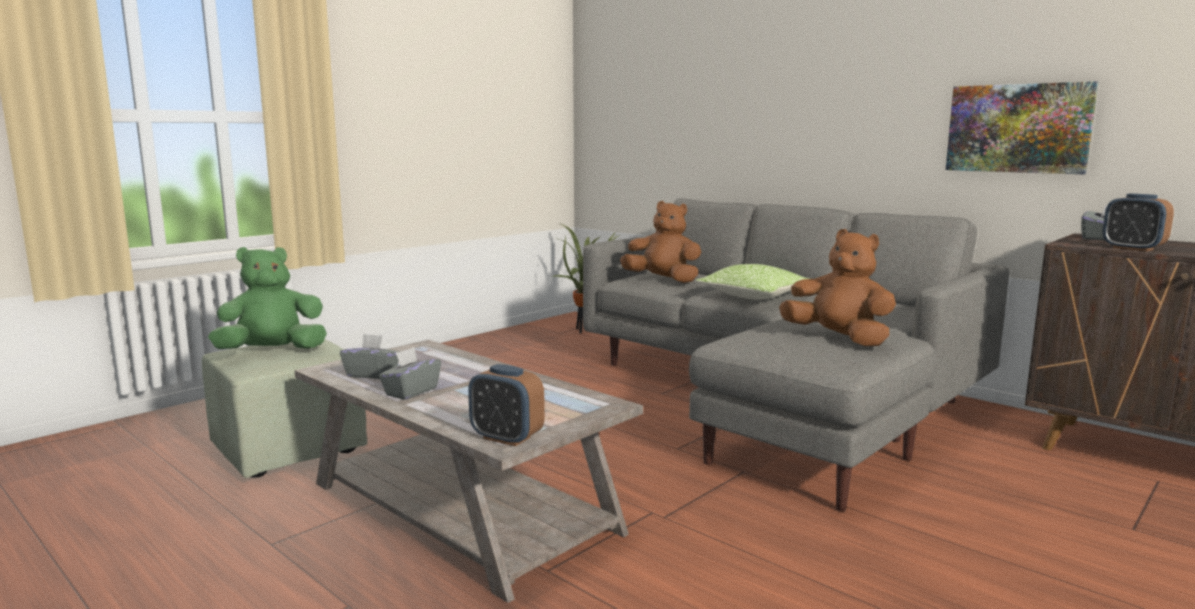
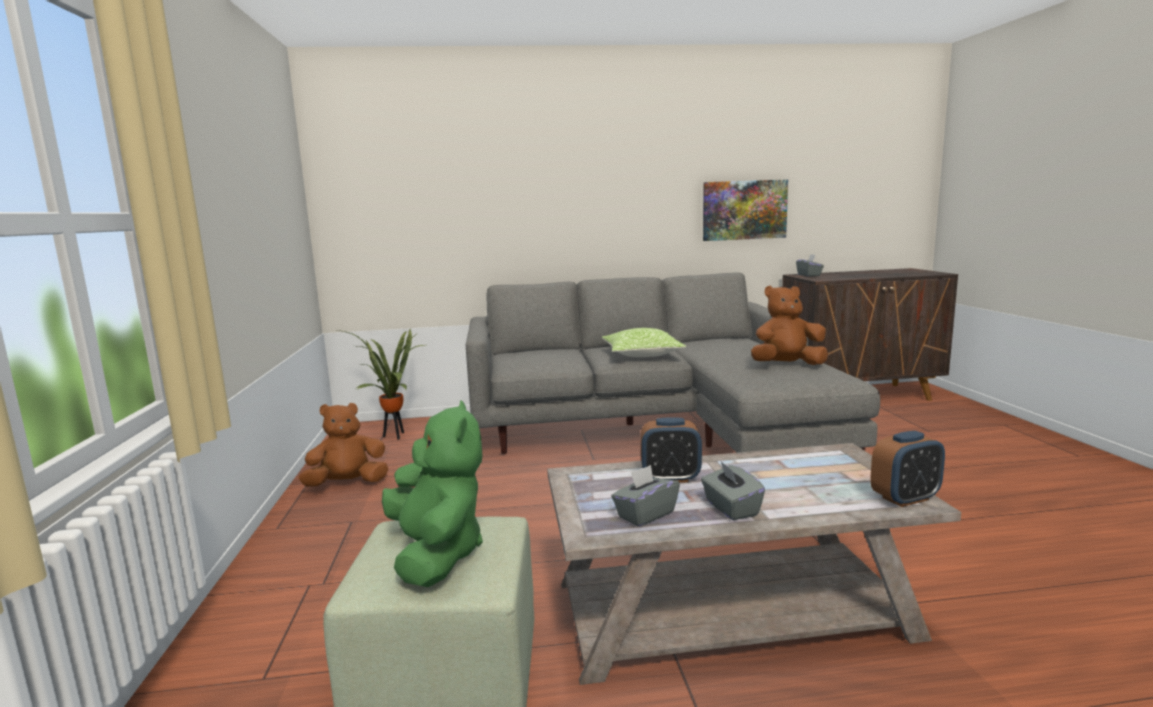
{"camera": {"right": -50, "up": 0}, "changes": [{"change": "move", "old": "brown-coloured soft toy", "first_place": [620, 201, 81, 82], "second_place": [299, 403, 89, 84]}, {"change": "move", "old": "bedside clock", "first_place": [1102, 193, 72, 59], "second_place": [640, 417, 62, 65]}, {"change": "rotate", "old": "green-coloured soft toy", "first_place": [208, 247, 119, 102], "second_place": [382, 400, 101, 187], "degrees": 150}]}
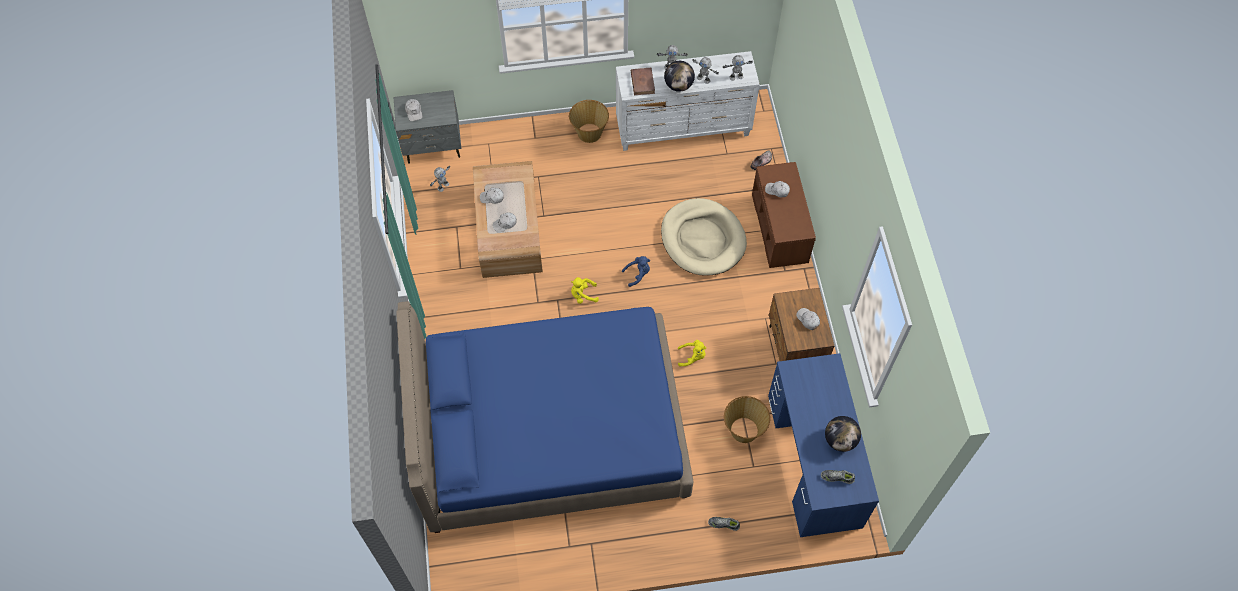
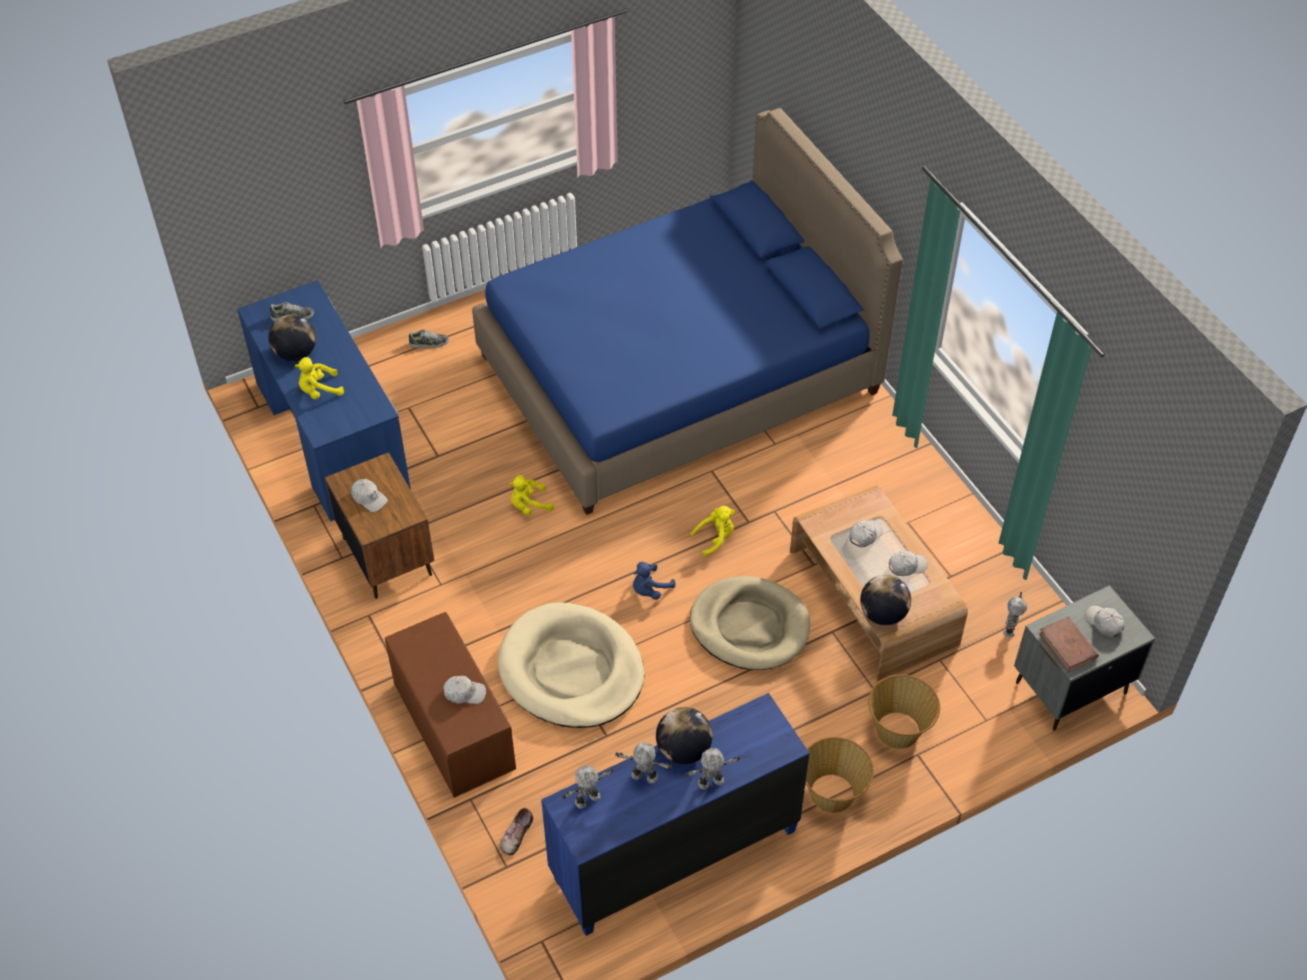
{"camera": {"right": 160, "up": -10}, "changes": [{"change": "insert", "new": "yellow-coloured soft toy", "second_place": [295, 357, 49, 42]}, {"change": "insert", "new": "beige dog bed", "second_place": [690, 576, 120, 94]}, {"change": "insert", "new": "world globe", "second_place": [860, 575, 51, 50]}, {"change": "move", "old": "brown-coloured volume", "first_place": [631, 68, 24, 27], "second_place": [1038, 616, 61, 56]}, {"change": "move", "old": "storage basket", "first_place": [724, 396, 46, 47], "second_place": [868, 674, 72, 75]}, {"change": "recolor", "old": "white dresser", "new": "blue dresser", "first_place": [616, 51, 144, 100], "second_place": [541, 693, 269, 243]}]}
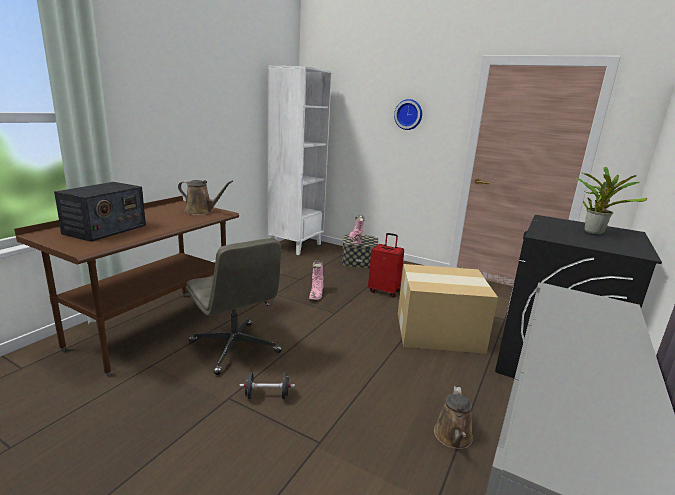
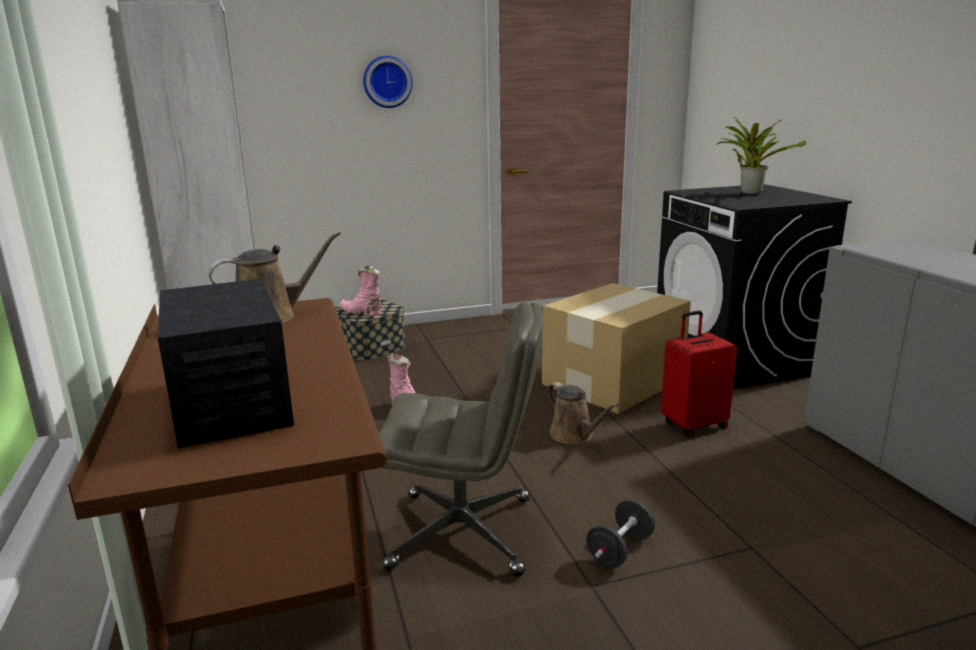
{"camera": {"right": -45, "up": 0}, "changes": [{"change": "move", "old": "red-coloured piece of luggage", "first_place": [368, 233, 36, 65], "second_place": [661, 310, 76, 127]}, {"change": "move", "old": "brown-coloured watering pot", "first_place": [434, 386, 39, 63], "second_place": [548, 382, 70, 62]}]}
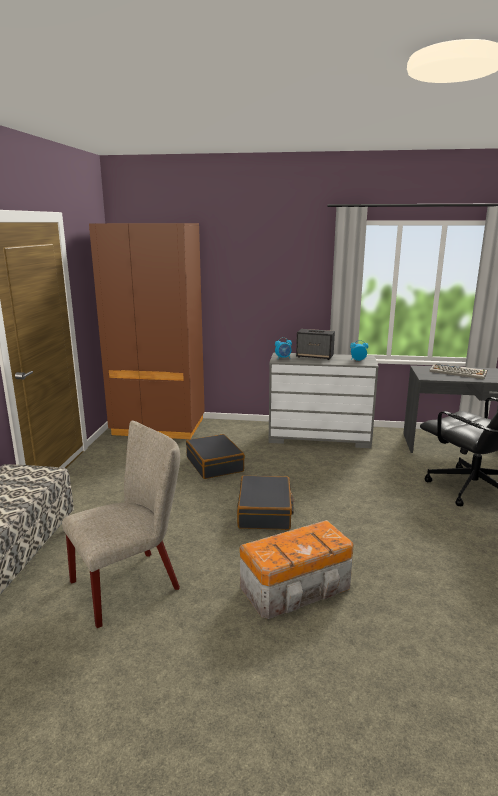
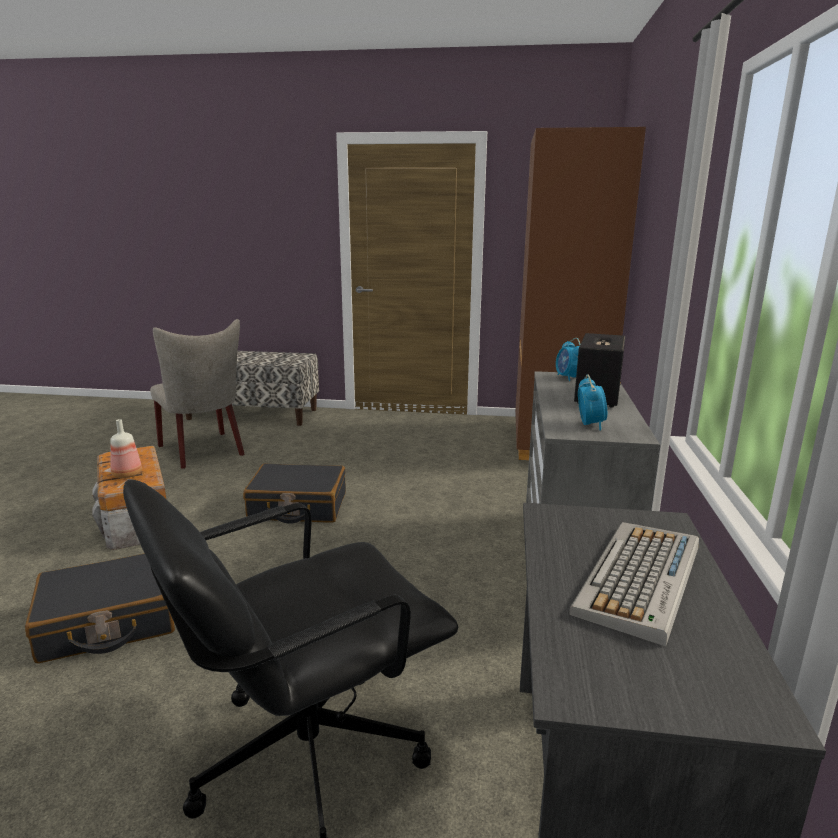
{"camera": {"right": 90, "up": 0}, "changes": [{"change": "insert", "new": "beverage bottle", "second_place": [110, 419, 32, 59]}, {"change": "move", "old": "blackish piece of luggage", "first_place": [186, 434, 59, 45], "second_place": [25, 553, 150, 110]}]}
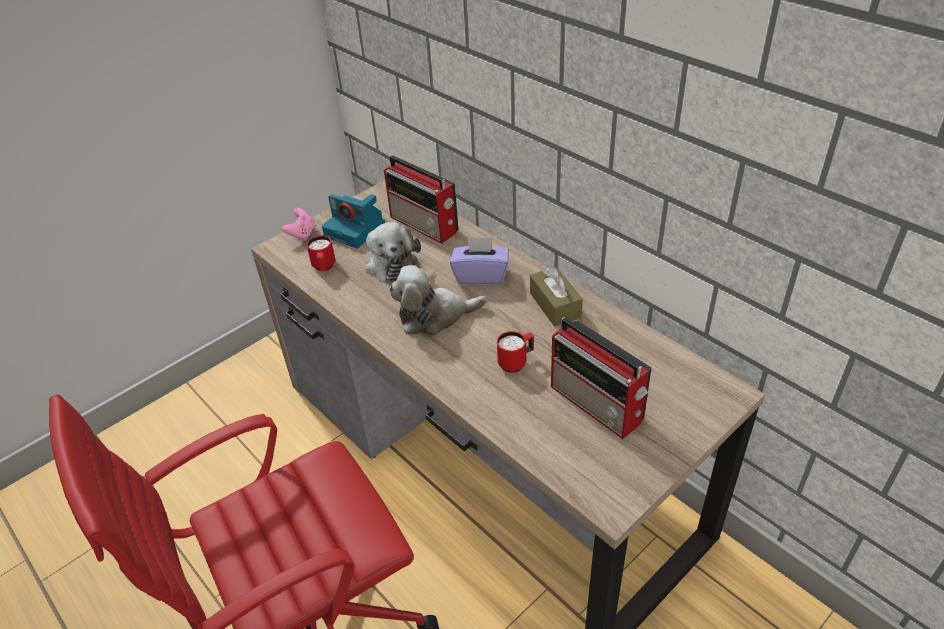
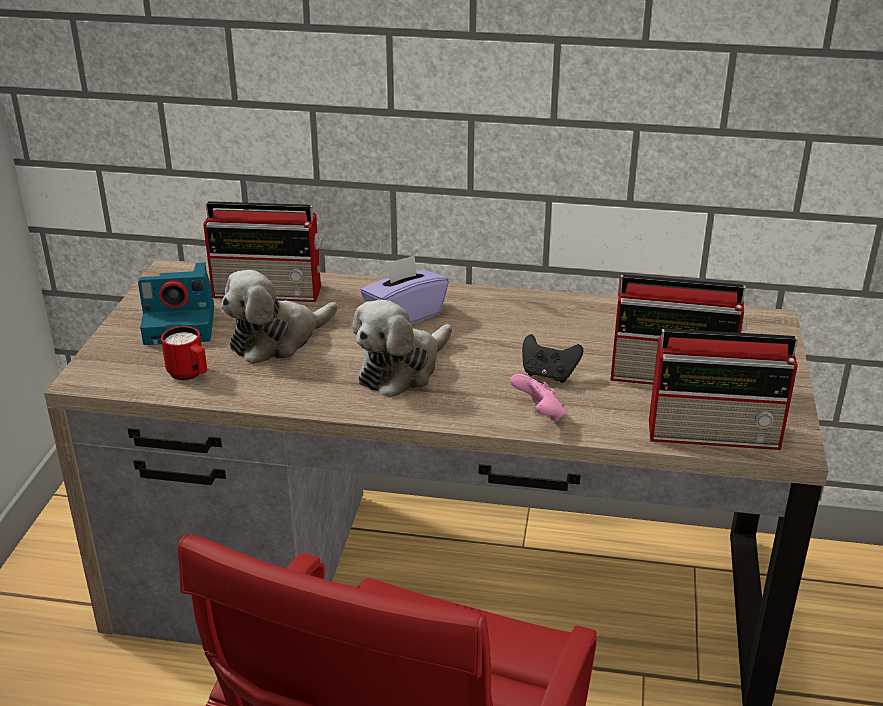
{"camera": {"right": -40, "up": -10}, "changes": [{"change": "delete", "old": "brown-coloured tissue box", "first_place": [530, 267, 53, 59]}, {"change": "insert", "new": "radio", "second_place": [649, 328, 149, 122]}, {"change": "move", "old": "pink-coloured joypad", "first_place": [282, 208, 33, 33], "second_place": [510, 374, 55, 48]}, {"change": "replace", "old": "red-coloured tea mug", "new": "blackish joypad", "first_place": [497, 331, 37, 42], "second_place": [522, 334, 62, 49]}, {"change": "rotate", "old": "soft toy", "first_place": [365, 222, 56, 61], "second_place": [221, 270, 117, 94], "degrees": 105}]}
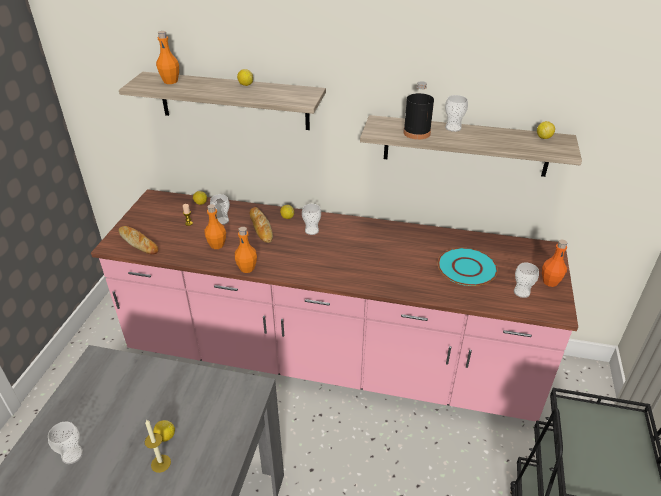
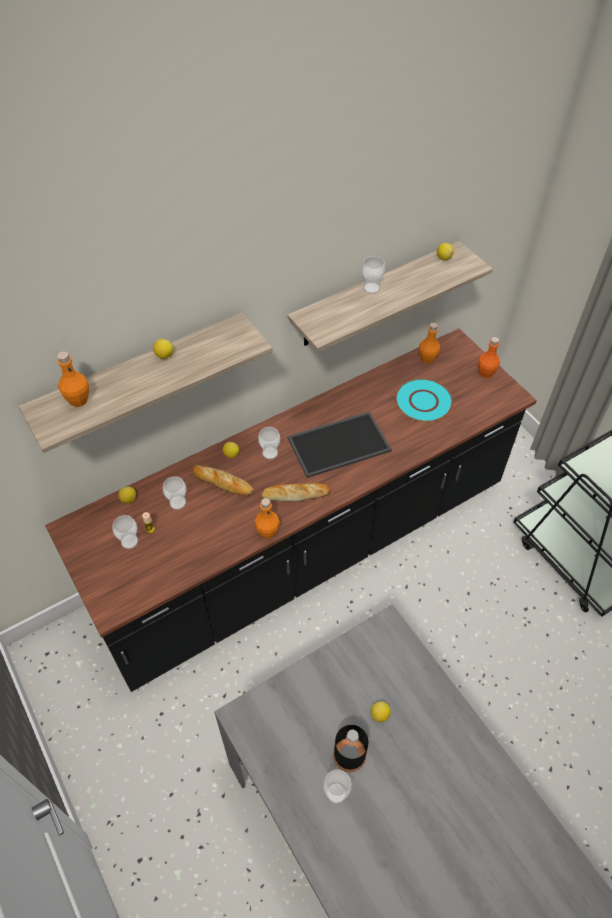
{"camera": {"right": -45, "up": 15}, "changes": [{"change": "delete", "old": "wax light", "first_place": [145, 419, 26, 54]}, {"change": "insert", "new": "tray", "second_place": [288, 411, 104, 67]}, {"change": "move", "old": "baked bread", "first_place": [119, 226, 39, 29], "second_place": [262, 483, 69, 18]}, {"change": "move", "old": "orangey beverage bottle", "first_place": [204, 204, 22, 45], "second_place": [419, 323, 21, 41]}, {"change": "move", "old": "blackish beverage bottle", "first_place": [403, 81, 31, 59], "second_place": [333, 725, 36, 47]}, {"change": "move", "old": "small cup", "first_place": [514, 262, 25, 36], "second_place": [112, 515, 26, 34]}, {"change": "recolor", "old": "pink-coloured counter", "new": "blackish counter", "first_place": [91, 189, 487, 232], "second_place": [45, 328, 492, 364]}]}
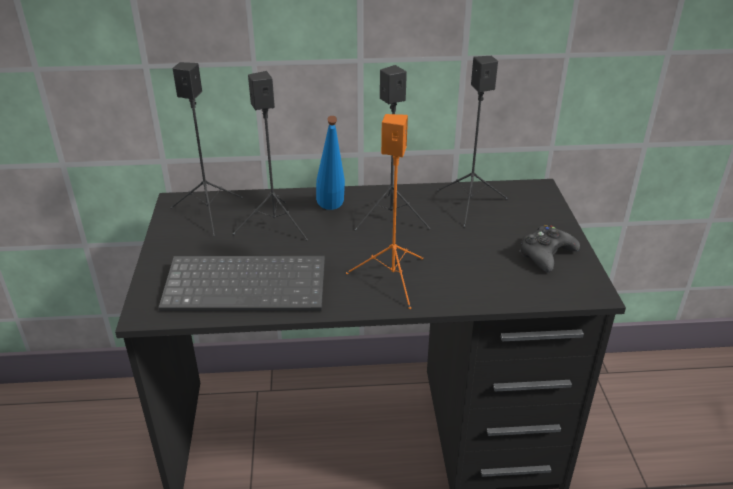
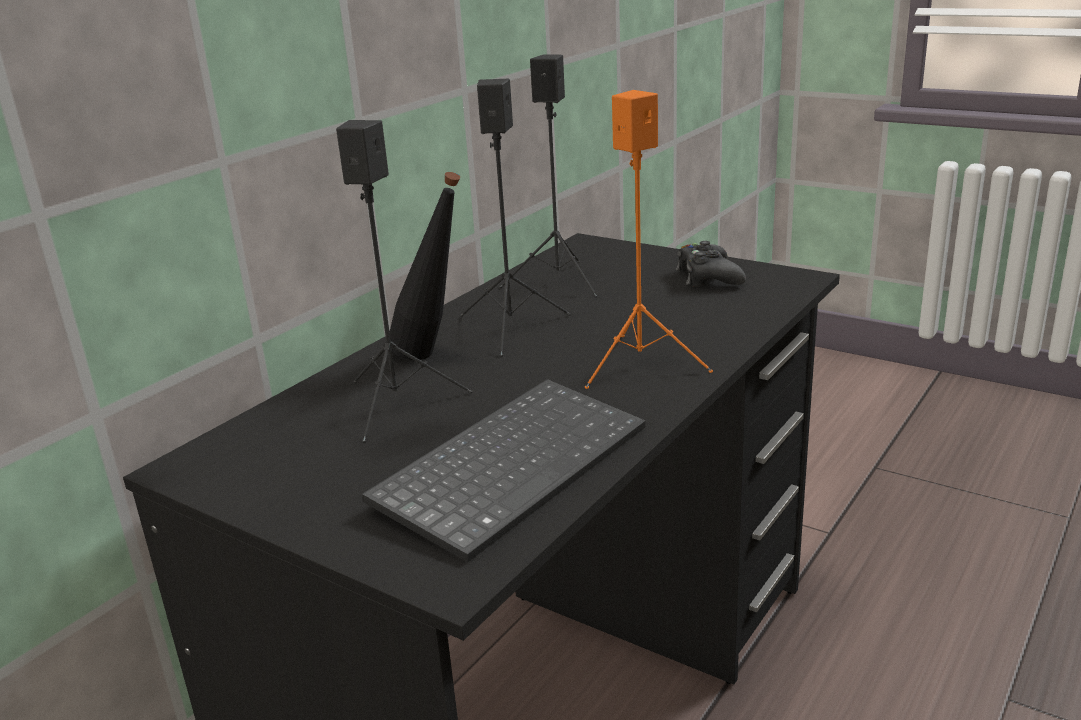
{"camera": {"right": -50, "up": -10}, "changes": [{"change": "delete", "old": "blackish audio speaker", "first_place": [170, 62, 73, 174]}, {"change": "recolor", "old": "blue beverage bottle", "new": "blackish beverage bottle", "first_place": [316, 116, 29, 94], "second_place": [390, 172, 70, 188]}]}
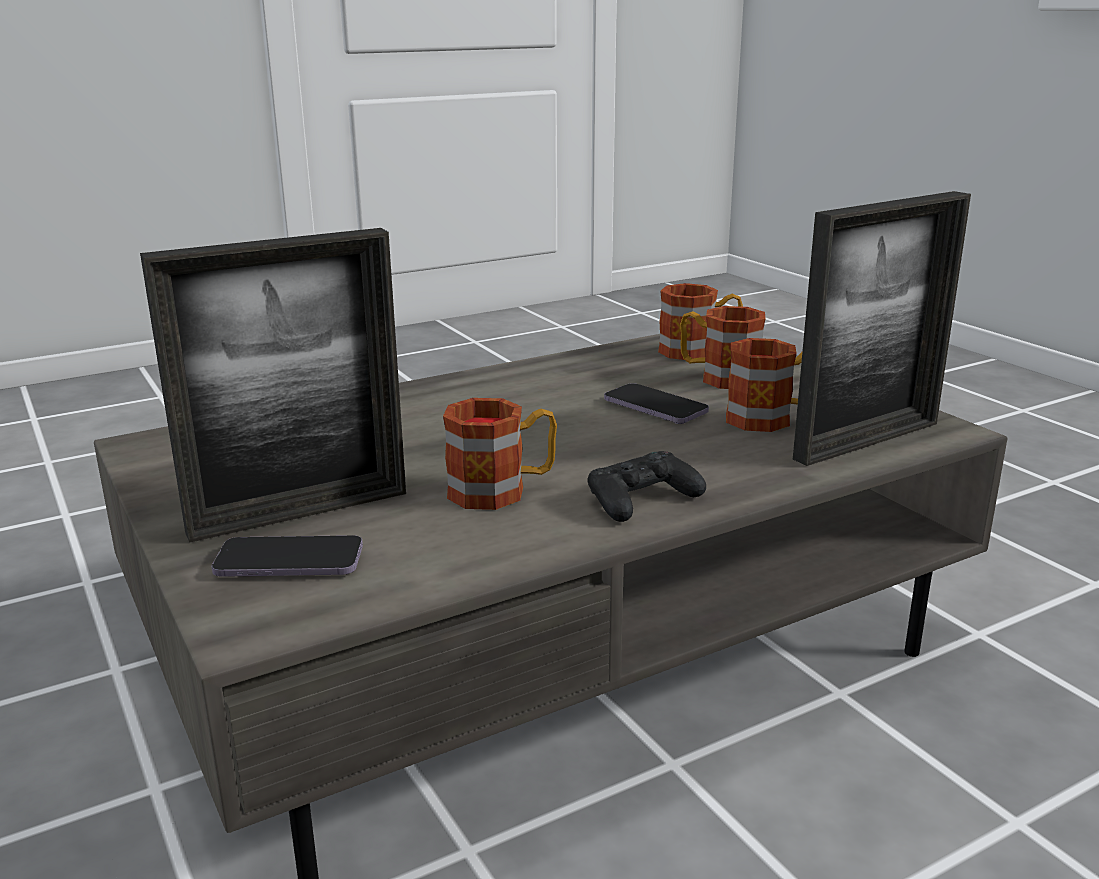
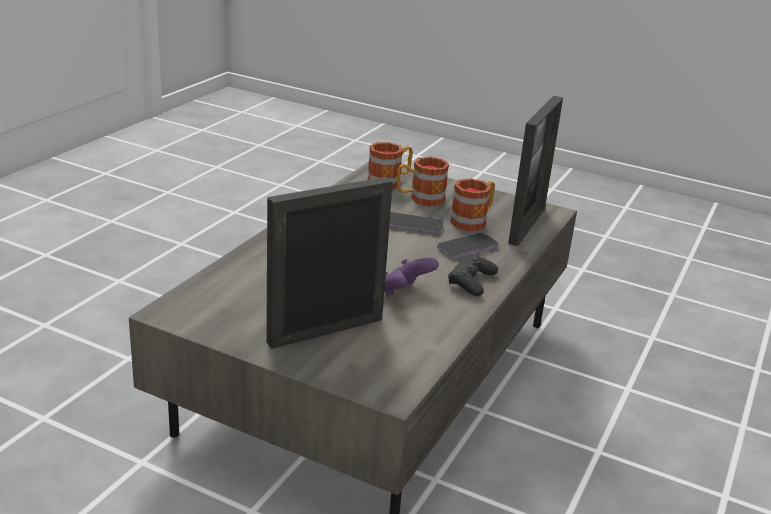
{"camera": {"right": -35, "up": 5}, "changes": [{"change": "move", "old": "handset", "first_place": [212, 535, 151, 42], "second_place": [437, 233, 62, 25]}, {"change": "replace", "old": "tea mug", "new": "purple joypad", "first_place": [443, 398, 114, 112], "second_place": [384, 257, 55, 38]}, {"change": "rotate", "old": "picture frame", "first_place": [140, 228, 266, 315], "second_place": [266, 177, 127, 172], "degrees": -150}]}
